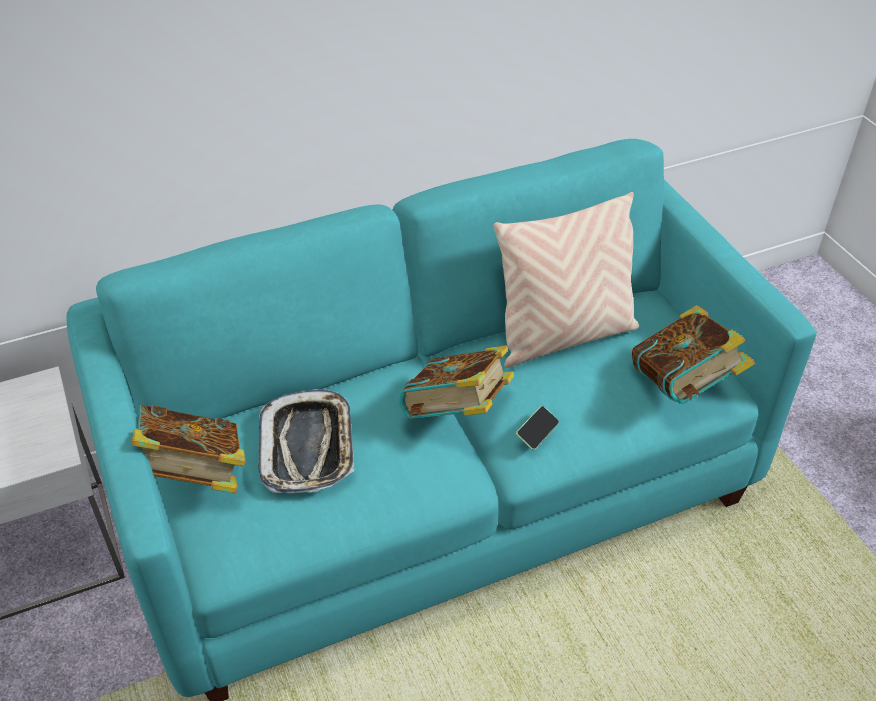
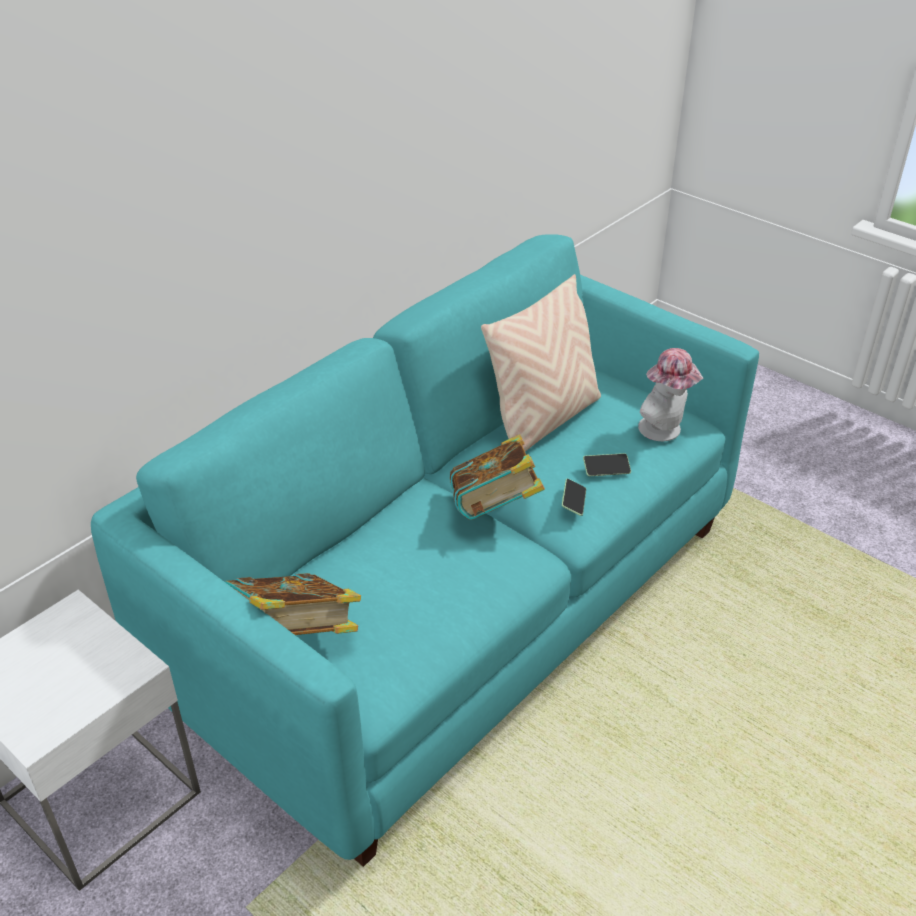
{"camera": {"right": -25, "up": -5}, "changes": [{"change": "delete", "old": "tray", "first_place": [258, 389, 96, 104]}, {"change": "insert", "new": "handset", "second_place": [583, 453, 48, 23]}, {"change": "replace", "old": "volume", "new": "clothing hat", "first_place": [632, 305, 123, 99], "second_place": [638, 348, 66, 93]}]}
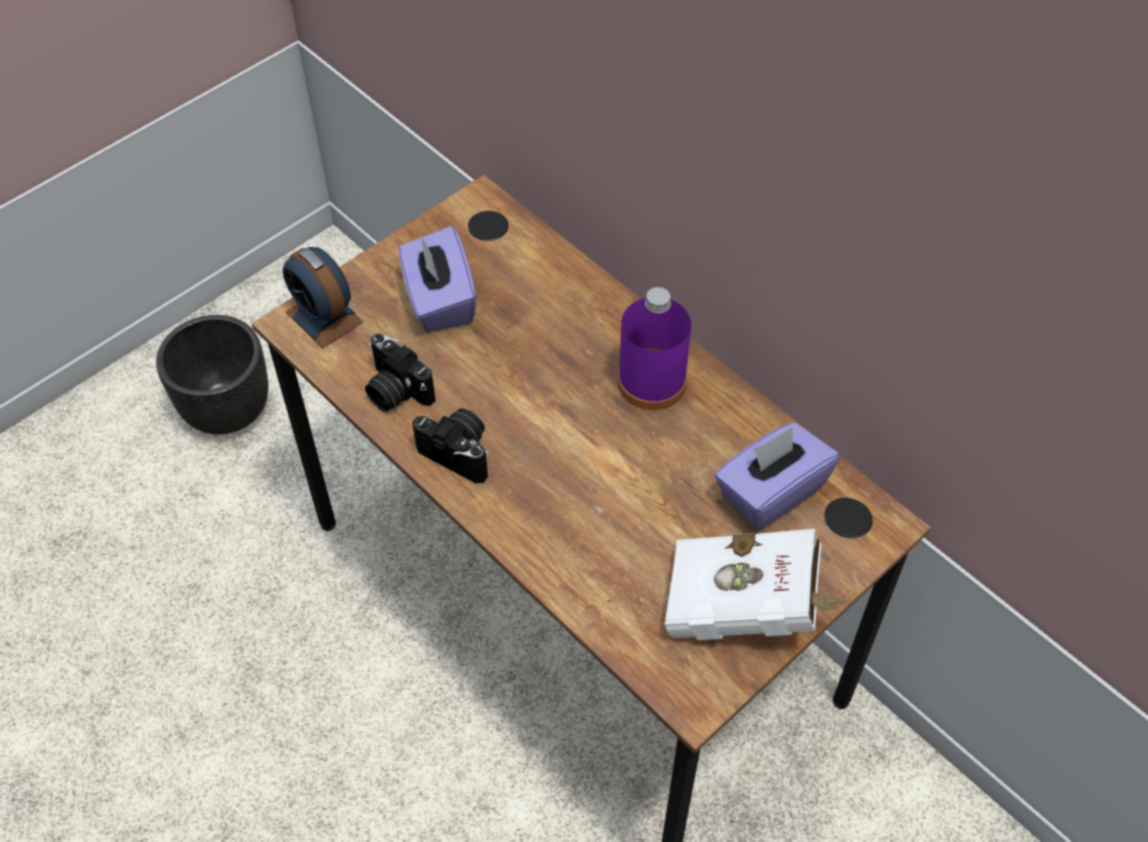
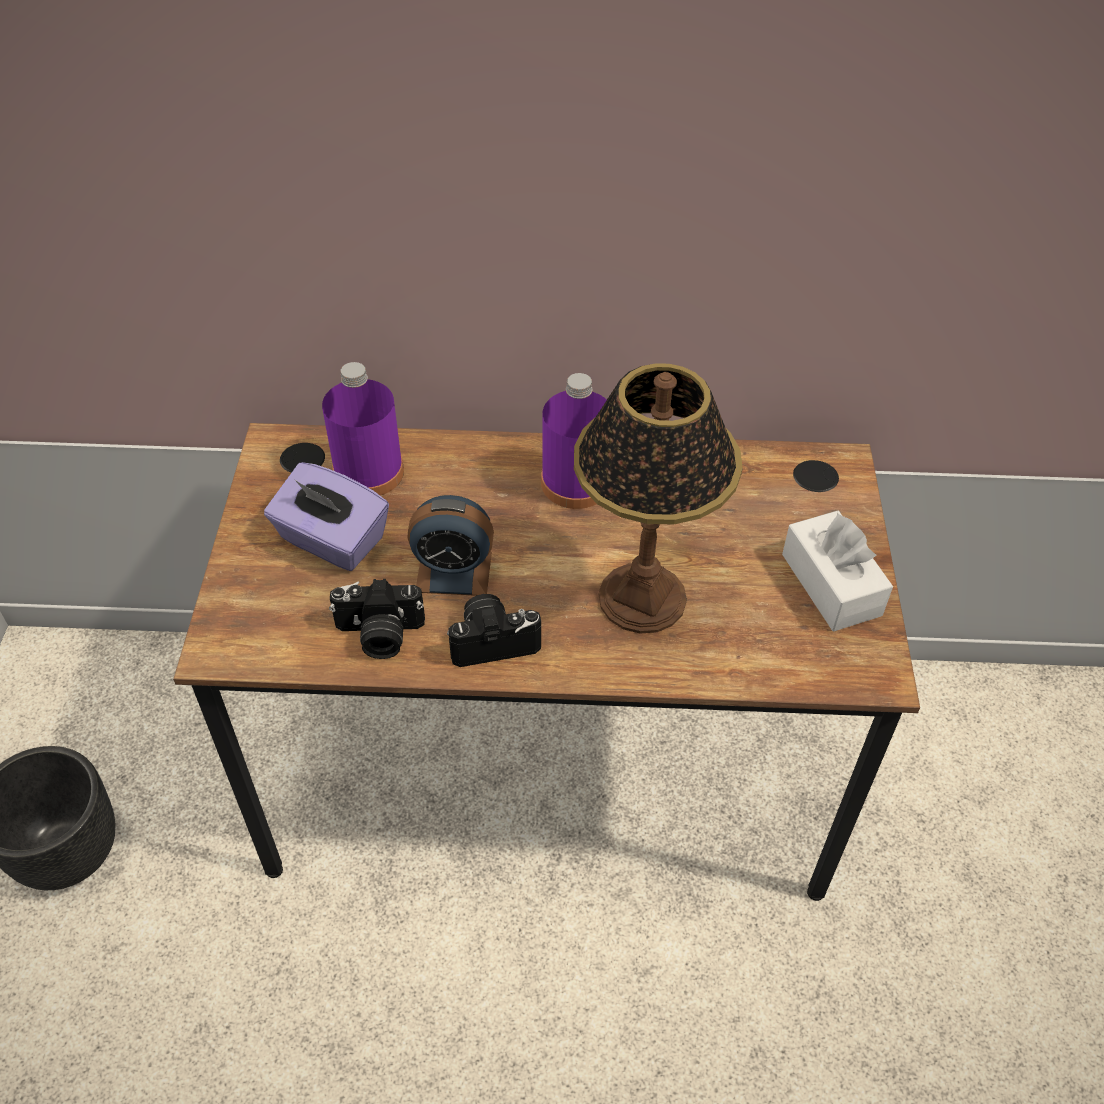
{"camera": {"right": -45, "up": -5}, "changes": [{"change": "delete", "old": "purple tissue box", "first_place": [715, 422, 125, 109]}, {"change": "insert", "new": "purple beverage bottle", "second_place": [322, 362, 82, 134]}, {"change": "insert", "new": "table lamp", "second_place": [574, 363, 169, 271]}, {"change": "move", "old": "bedside clock", "first_place": [283, 247, 80, 101], "second_place": [407, 495, 87, 101]}, {"change": "replace", "old": "white volume", "new": "white tissue box", "first_place": [665, 529, 180, 111], "second_place": [782, 511, 111, 120]}]}
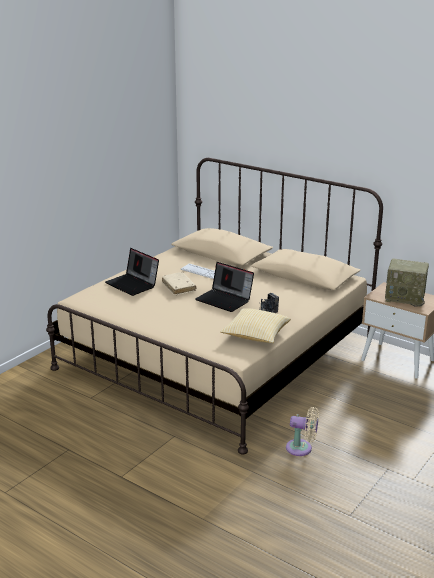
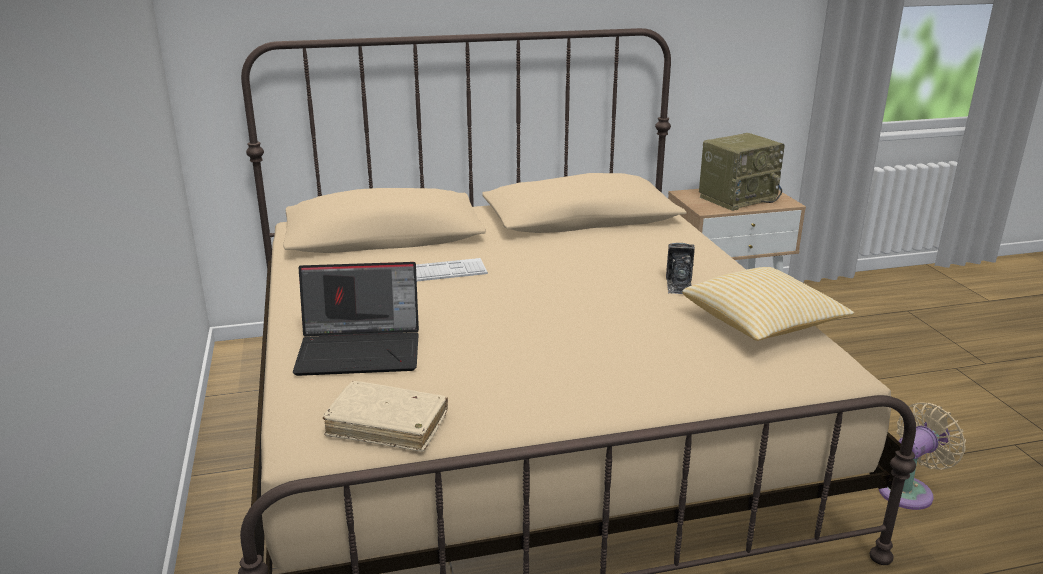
{"camera": {"right": -50, "up": 0}, "changes": [{"change": "delete", "old": "notebook computer", "first_place": [195, 262, 59, 50]}, {"change": "move", "old": "beige volume", "first_place": [162, 272, 34, 23], "second_place": [323, 381, 125, 71]}]}
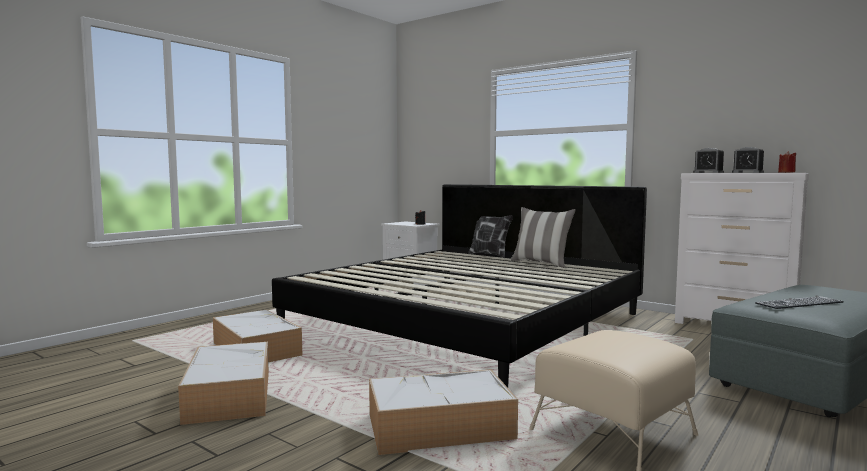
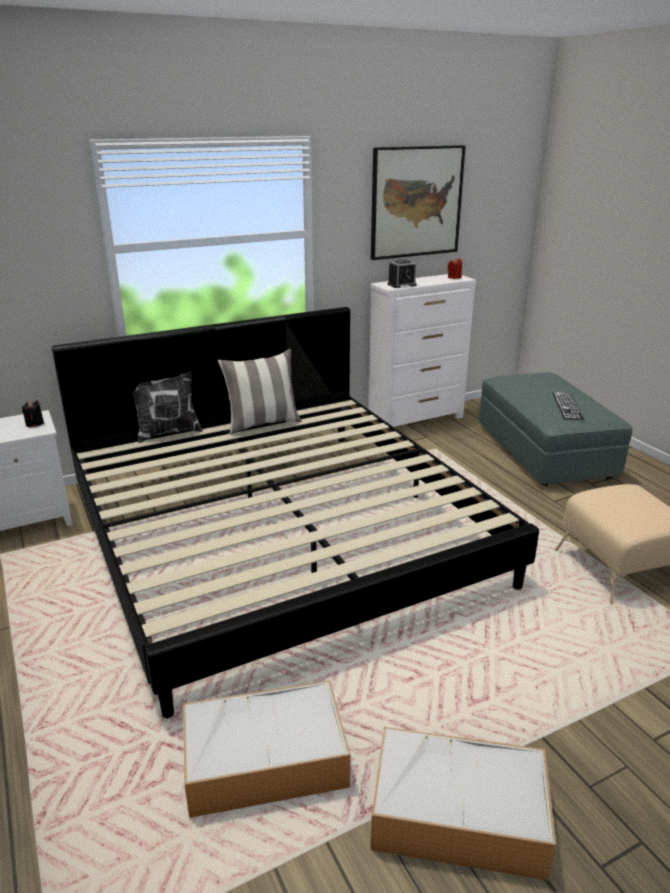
{"camera": {"right": -65, "up": 20}, "changes": [{"change": "delete", "old": "storage bin", "first_place": [369, 369, 149, 86]}, {"change": "delete", "old": "bedside clock", "first_place": [732, 147, 32, 26]}, {"change": "insert", "new": "picture", "second_place": [371, 145, 95, 115]}]}
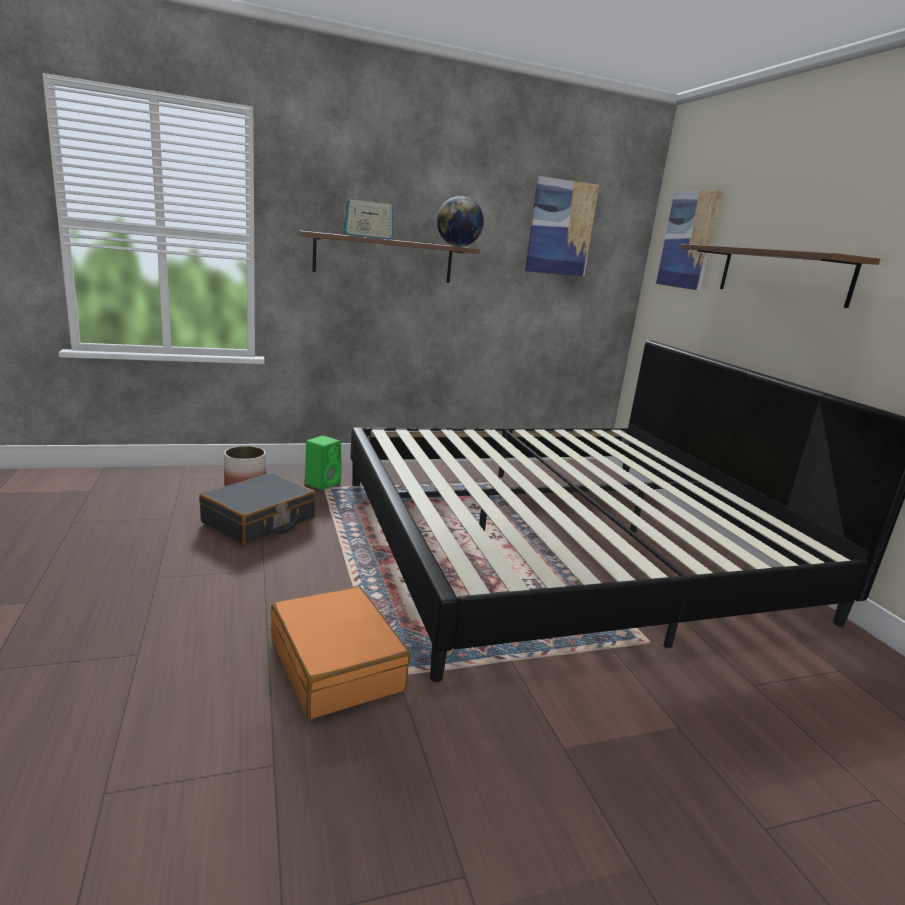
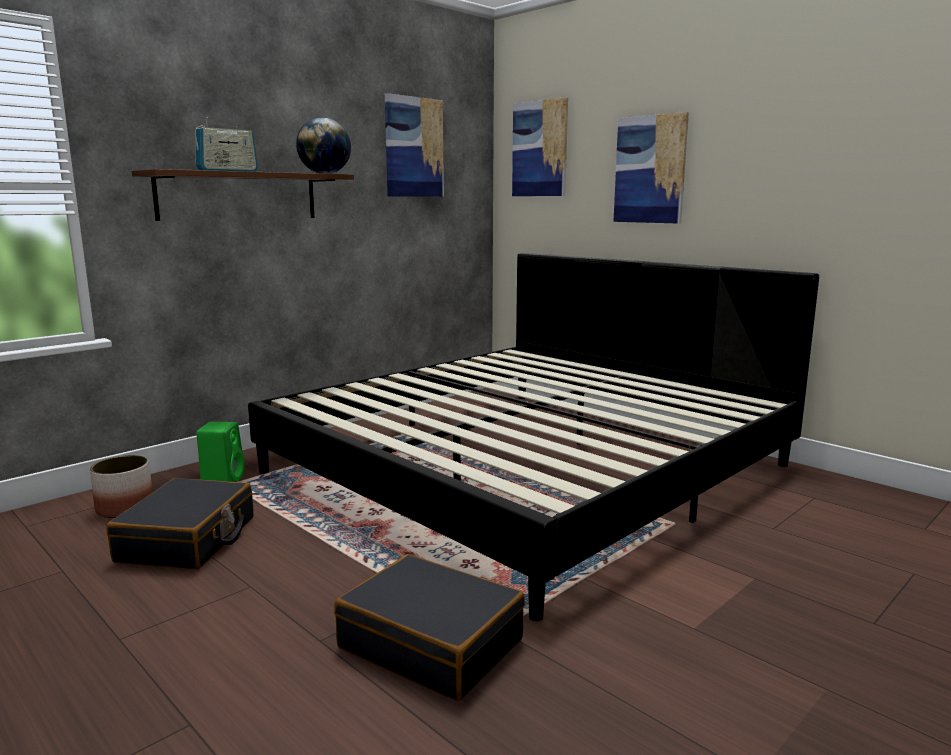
{"camera": {"right": -25, "up": -5}, "changes": [{"change": "replace", "old": "brown-coloured bracket shelf", "new": "picture", "first_place": [681, 244, 199, 64], "second_place": [613, 112, 76, 112]}, {"change": "recolor", "old": "orangey piece of luggage", "new": "blackish piece of luggage", "first_place": [270, 586, 141, 133], "second_place": [334, 554, 191, 147]}]}
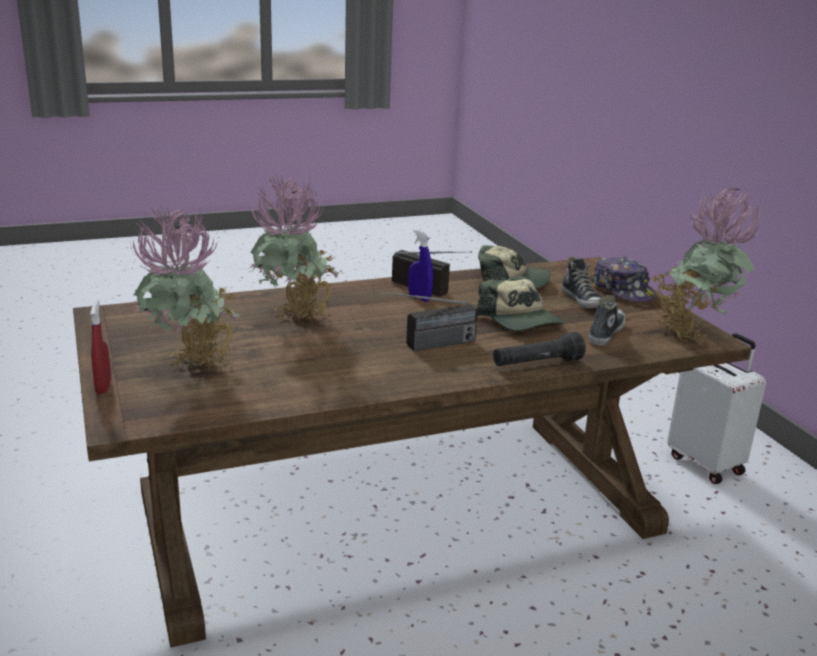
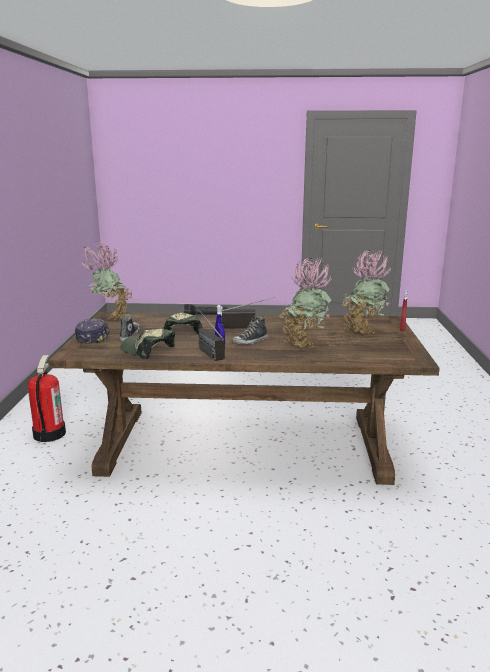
{"camera": {"right": -155, "up": -5}, "changes": [{"change": "move", "old": "low shoe", "first_place": [589, 295, 36, 50], "second_place": [232, 315, 36, 30]}, {"change": "replace", "old": "white piece of luggage", "new": "fire-fighting cylinder", "first_place": [667, 333, 99, 151], "second_place": [28, 355, 38, 87]}]}
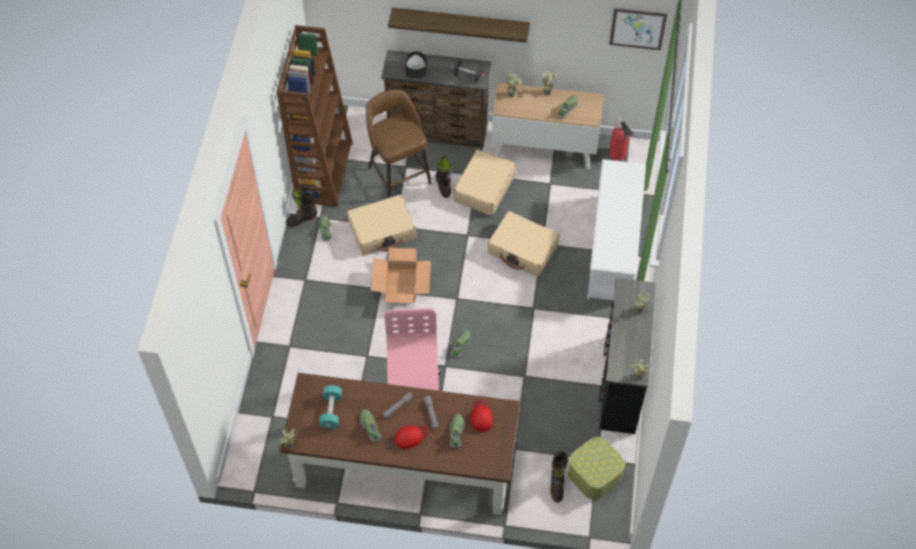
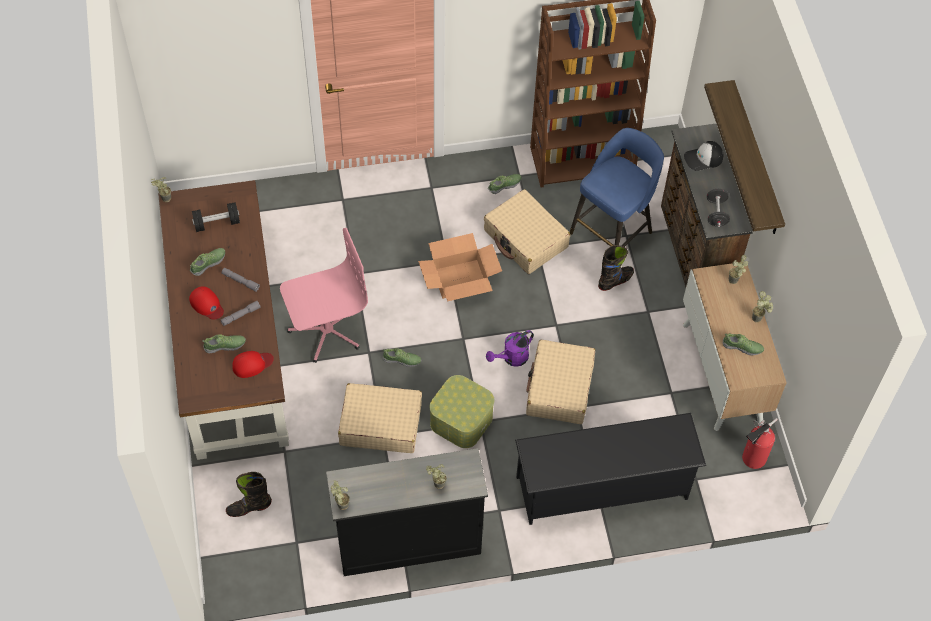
{"camera": {"right": 70, "up": 0}, "changes": [{"change": "delete", "old": "blackish high-top boot", "first_place": [286, 186, 31, 41]}, {"change": "delete", "old": "picture", "first_place": [609, 8, 58, 42]}, {"change": "insert", "new": "purple watering pot", "second_place": [486, 330, 48, 37]}, {"change": "move", "old": "beige piece of luggage", "first_place": [453, 149, 63, 67], "second_place": [338, 383, 84, 70]}, {"change": "move", "old": "storage bin", "first_place": [568, 437, 57, 63], "second_place": [429, 375, 65, 73]}, {"change": "recolor", "old": "blue-green dumbbell", "new": "blackish dumbbell", "first_place": [319, 385, 23, 44], "second_place": [192, 202, 48, 30]}, {"change": "recolor", "old": "brown-coloured sitting stool", "new": "blue sitting stool", "first_place": [366, 89, 65, 109], "second_place": [570, 128, 94, 119]}, {"change": "recolor", "old": "white shoe stand", "new": "blackish shoe stand", "first_place": [587, 159, 59, 141], "second_place": [515, 413, 191, 112]}]}
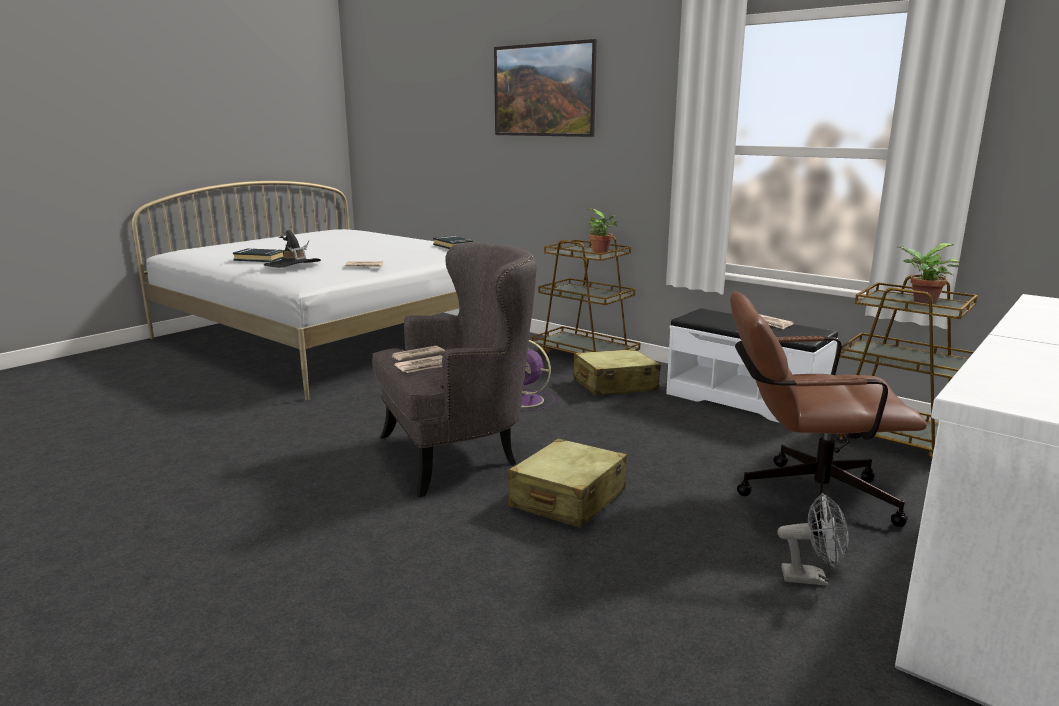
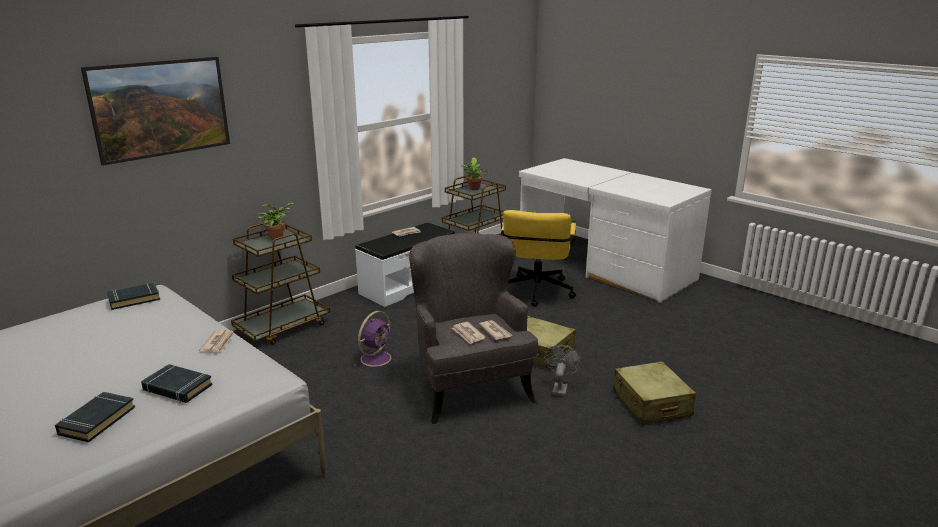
{"camera": {"right": -85, "up": 5}, "changes": [{"change": "move", "old": "beige piece of luggage", "first_place": [573, 349, 88, 47], "second_place": [613, 361, 83, 63]}, {"change": "move", "old": "greyish fan", "first_place": [777, 493, 71, 93], "second_place": [544, 345, 38, 51]}, {"change": "replace", "old": "blackish clothing hat", "new": "blackish volume", "first_place": [264, 230, 57, 38], "second_place": [141, 364, 72, 39]}, {"change": "recolor", "old": "brown-coloured desk chair", "new": "yellow-coloured desk chair", "first_place": [730, 291, 197, 246], "second_place": [501, 210, 75, 97]}]}
